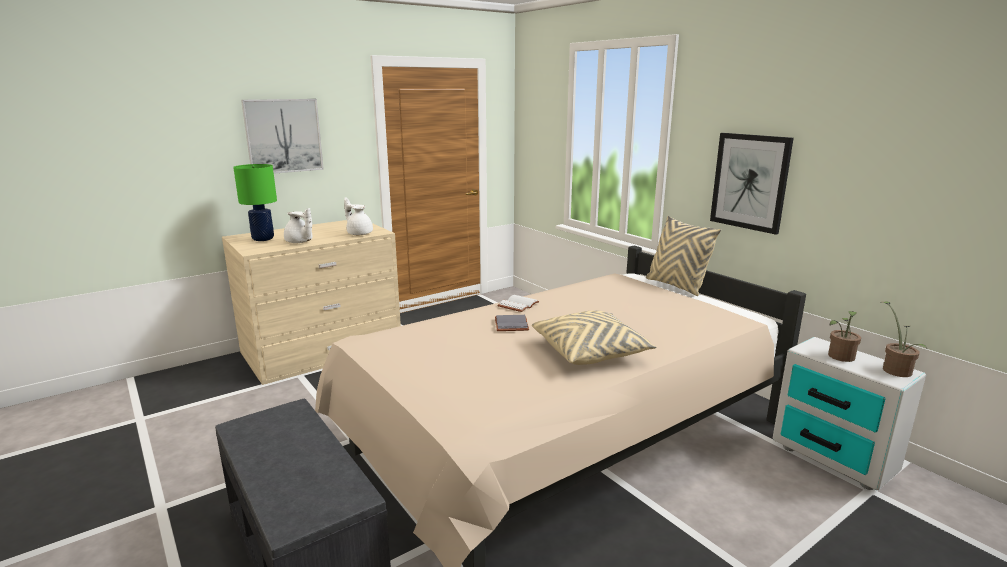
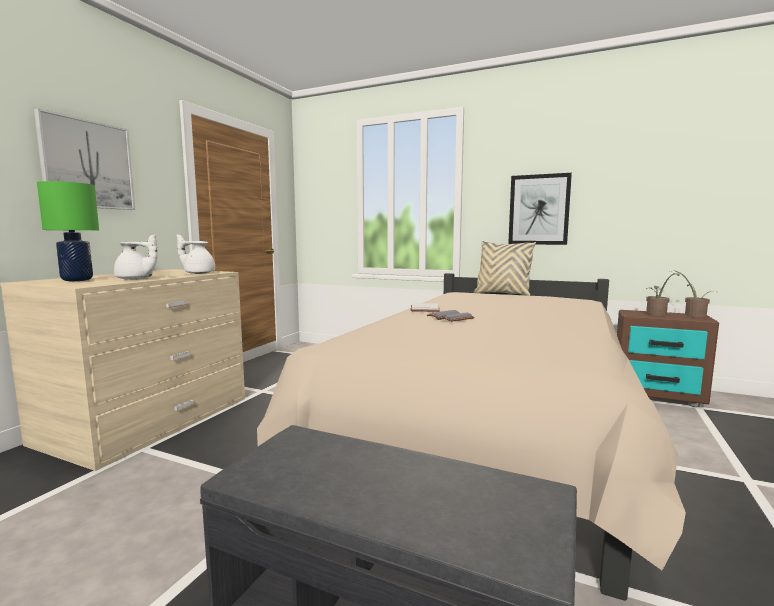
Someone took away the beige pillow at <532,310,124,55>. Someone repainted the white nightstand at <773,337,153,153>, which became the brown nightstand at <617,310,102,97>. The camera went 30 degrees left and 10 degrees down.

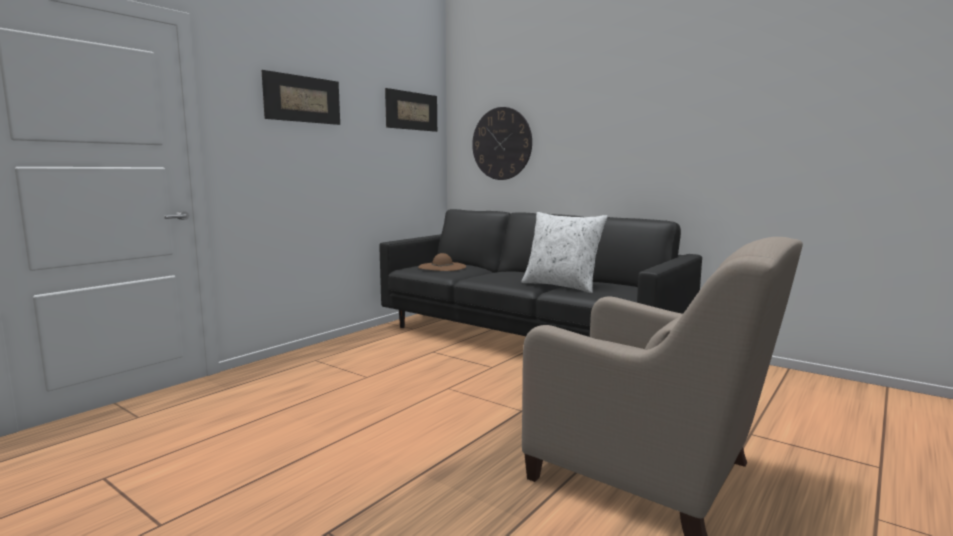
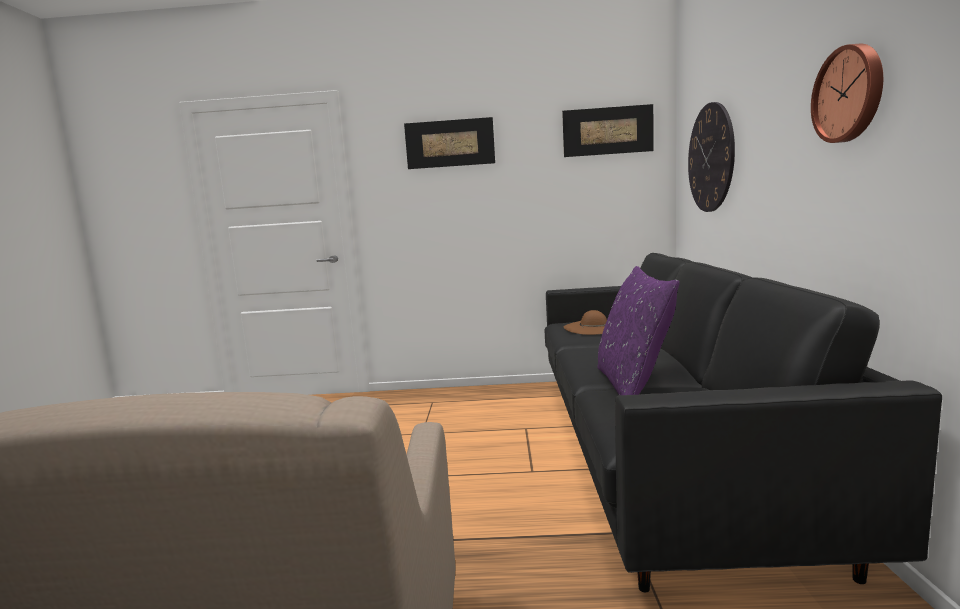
Someone repainted the white pillow at <521,212,87,81>, which became the purple pillow at <597,266,83,129>. Someone put up the wall clock at <811,44,72,99>. The camera went 55 degrees right and 0 degrees up.

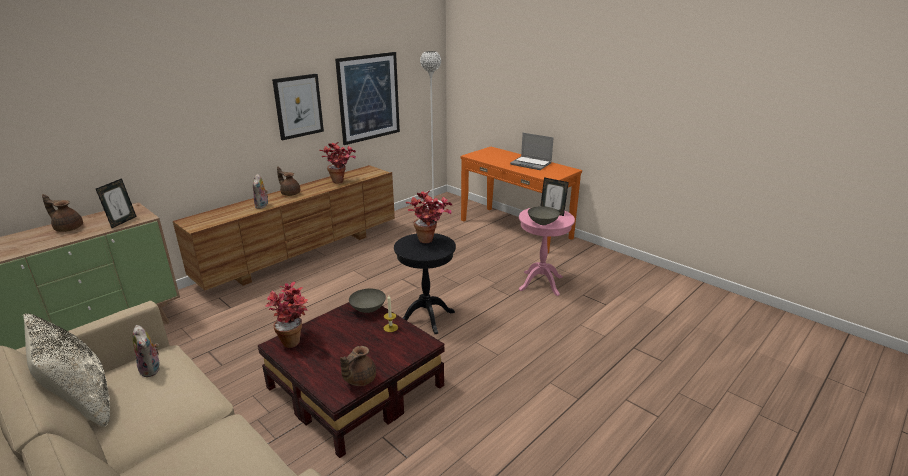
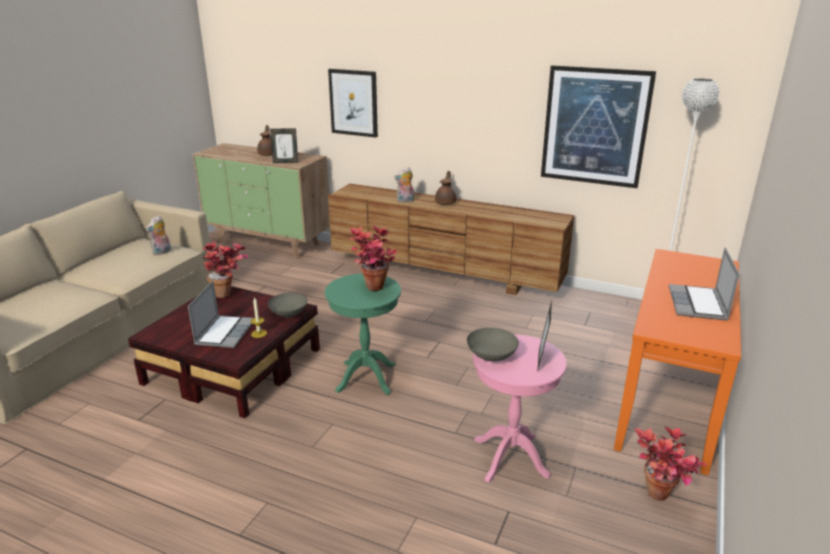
Someone took away the beige pillow at <23,313,87,114>. Someone carried the picture from <272,74,52,66> to <328,69,50,69>. Someone carried the potted plant from <319,142,37,41> to <635,427,72,74>. Someone took away the brown teapot at <340,346,36,40>. Someone repainted the black side table at <394,233,62,101>, which became the green side table at <325,274,76,121>. Someone put down the laptop at <188,281,65,67>. The camera went 70 degrees right and 0 degrees up.

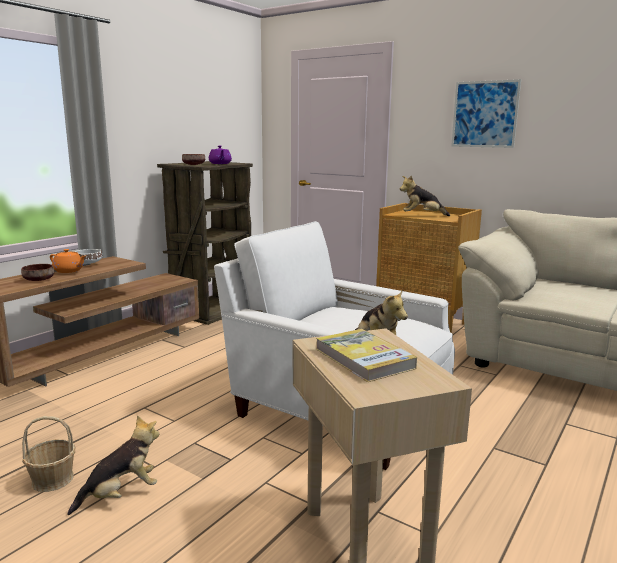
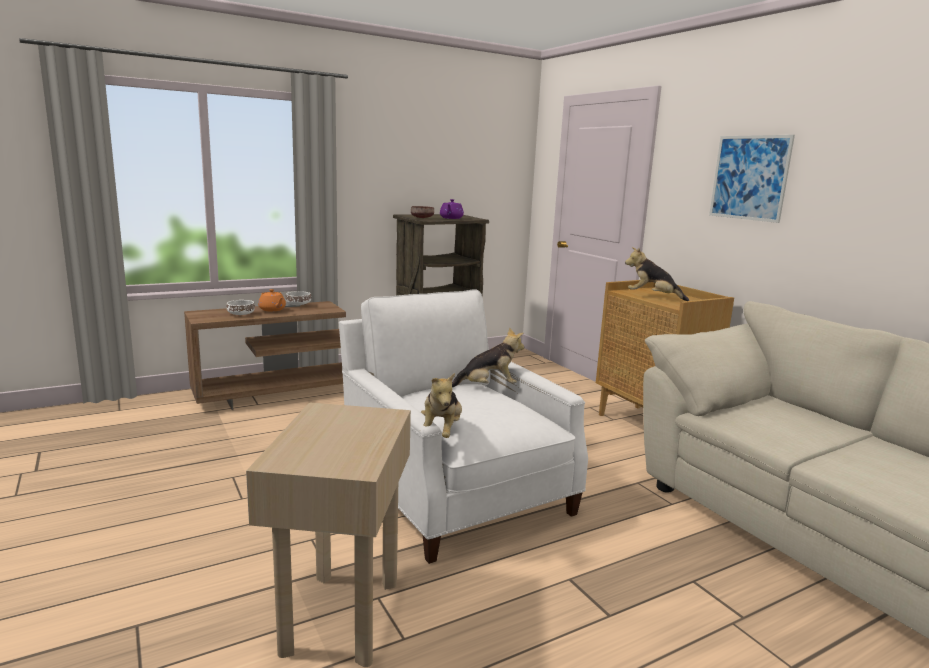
Someone repainted the brown bowl at <21,264,33,17>, which became the white bowl at <227,300,28,15>. Someone took away the basket at <22,416,53,76>. Someone carried the plush toy from <67,415,92,100> to <452,327,72,60>. Someone took away the book at <316,329,101,53>. The camera went 25 degrees right and 0 degrees up.

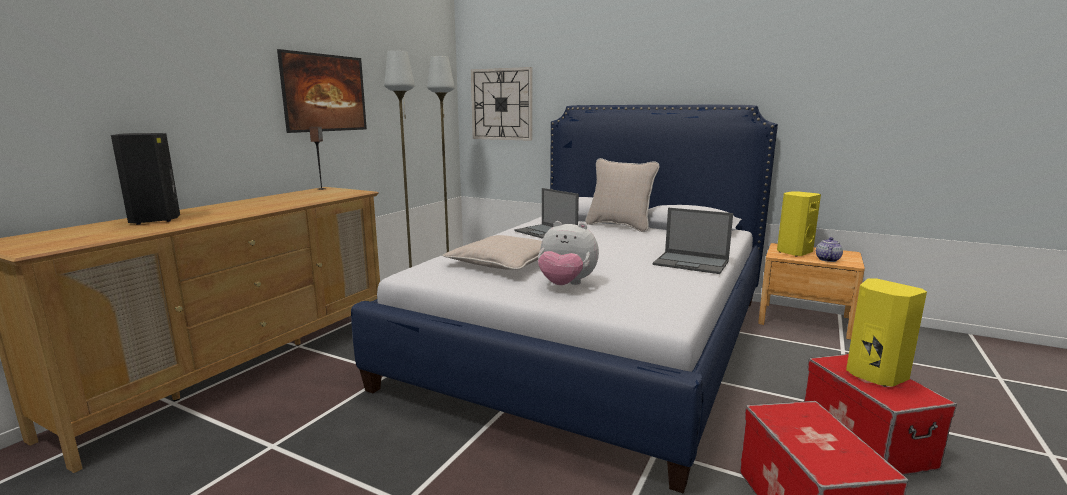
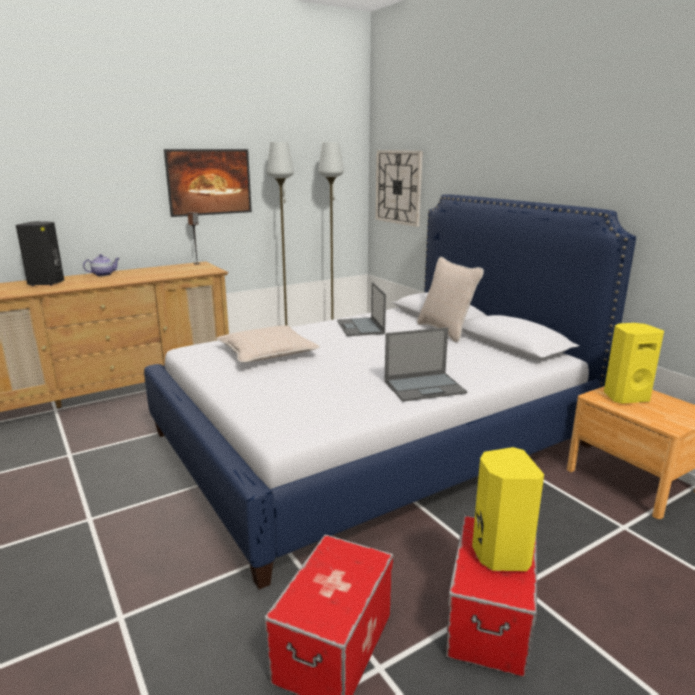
Someone took away the plush toy at <538,221,61,64>. Someone rotated the laptop at <653,208,80,66> by 75 degrees counterclockwise. Someone carried the teapot from <816,237,27,25> to <83,254,37,22>. The camera went 30 degrees right and 5 degrees up.

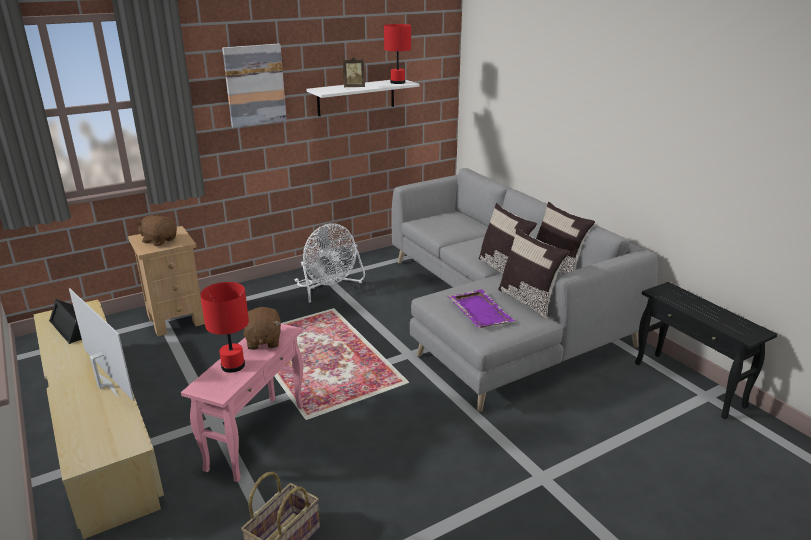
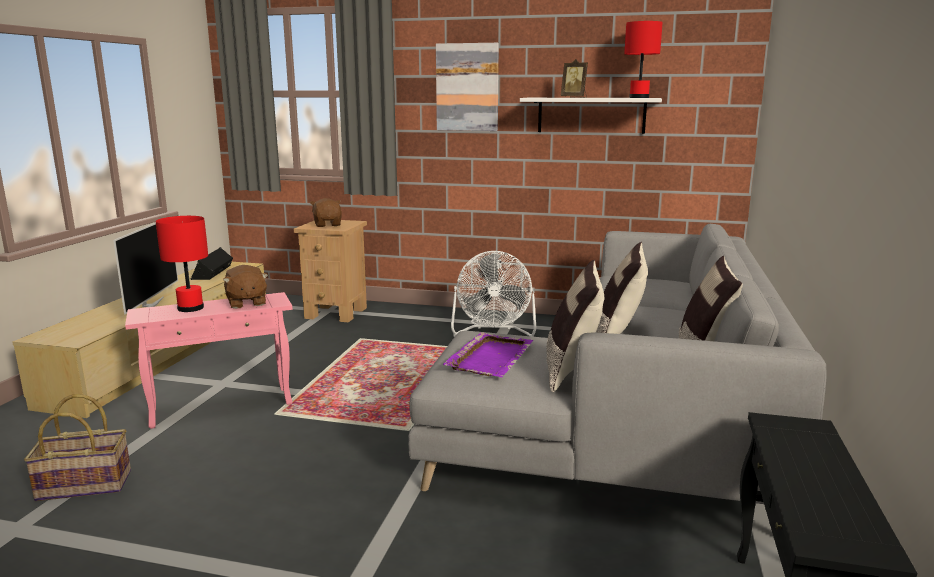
Someone rotated the brown plush toy at <243,307,38,43> by 60 degrees counterclockwise. The camera went 45 degrees right and 10 degrees down.

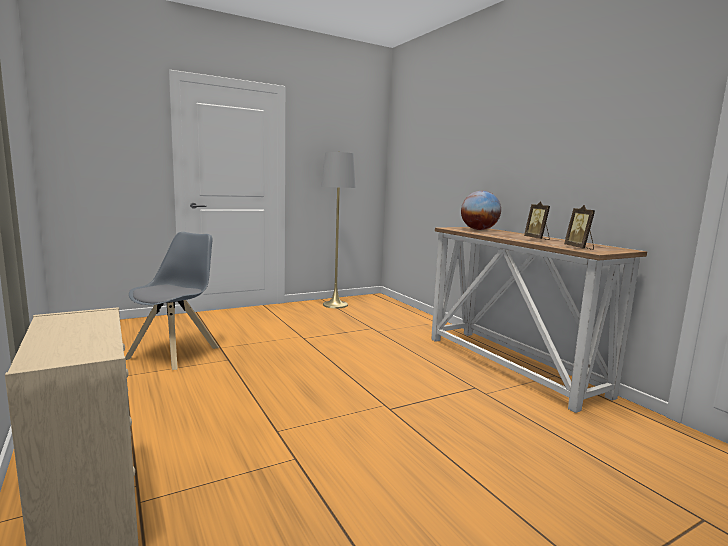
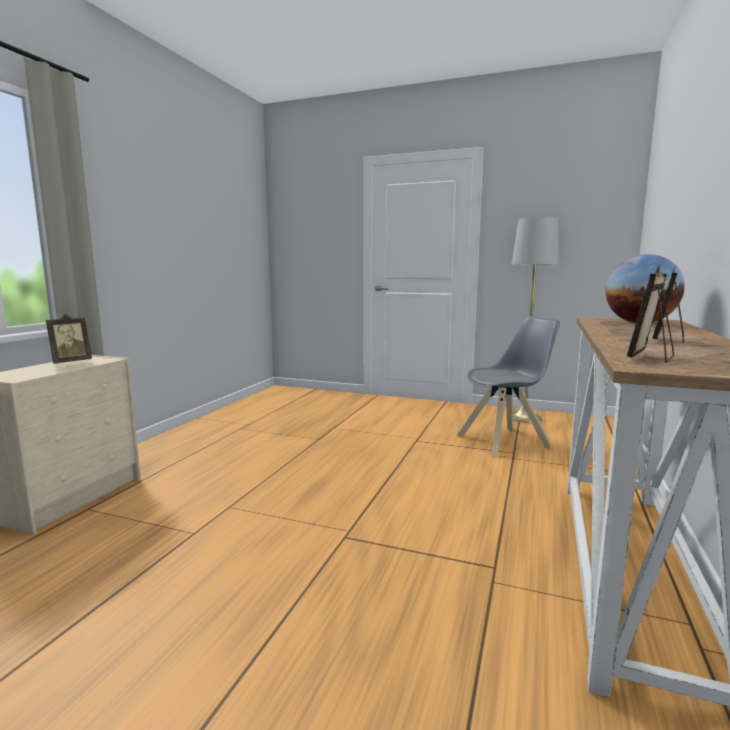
Someone carried the grey chair from <125,232,94,138> to <457,316,103,141>. Someone put down the picture frame at <46,314,46,50>. The camera went 50 degrees right and 0 degrees up.

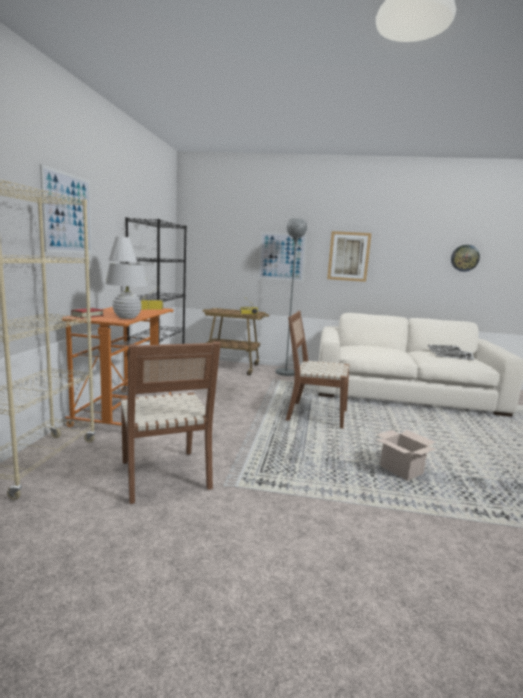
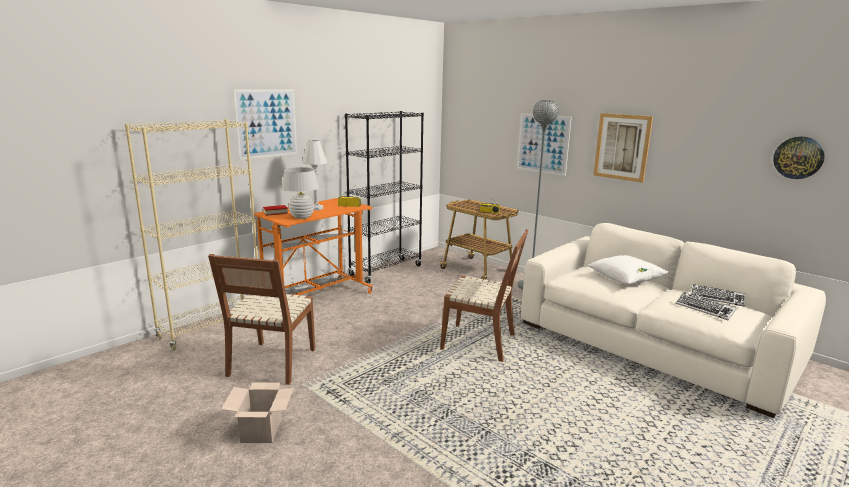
Someone rotated the chair at <286,311,63,118> by 150 degrees clockwise. Someone carried the cardboard box from <377,430,58,51> to <221,382,73,61>. Someone put down the white pillow at <588,255,82,30>. The camera went 35 degrees right and 5 degrees up.

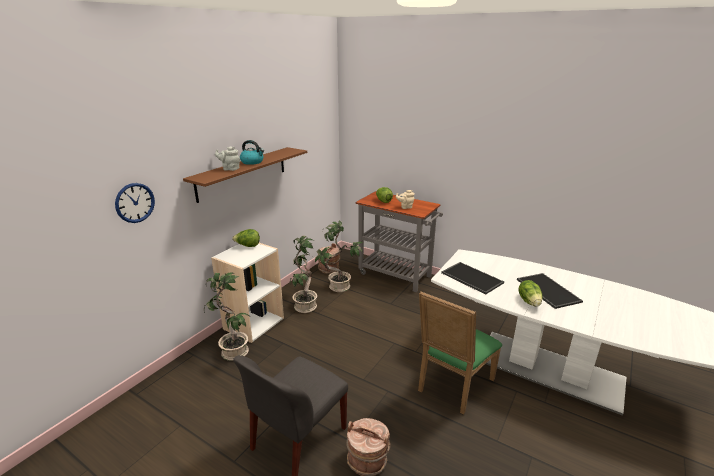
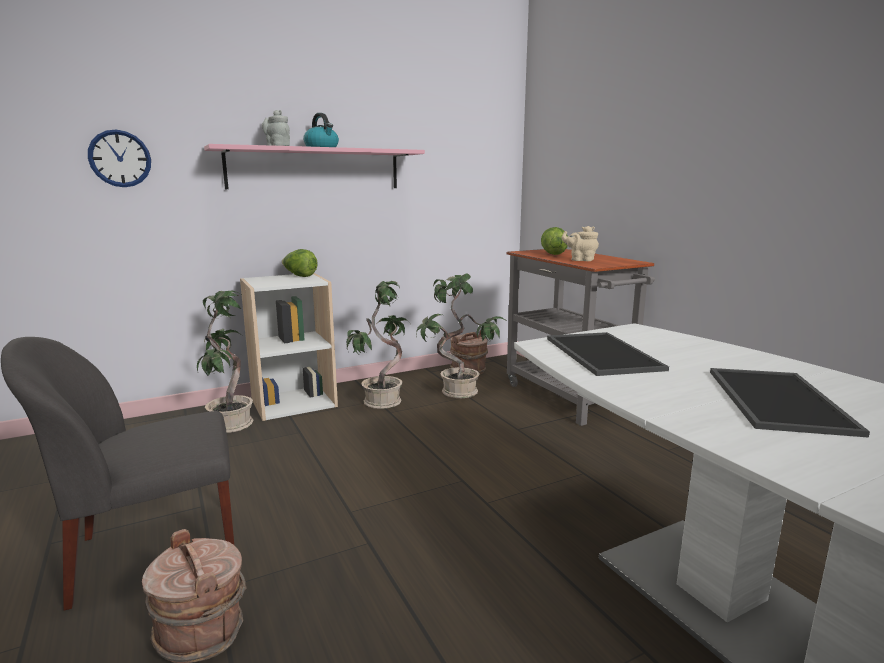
Someone repainted the brown shelf at <183,147,124,56>, which became the pink shelf at <204,144,221,45>. Someone took away the green chair at <418,291,84,124>. Someone took away the lettuce at <519,280,23,27>. The camera went 30 degrees right and 10 degrees down.

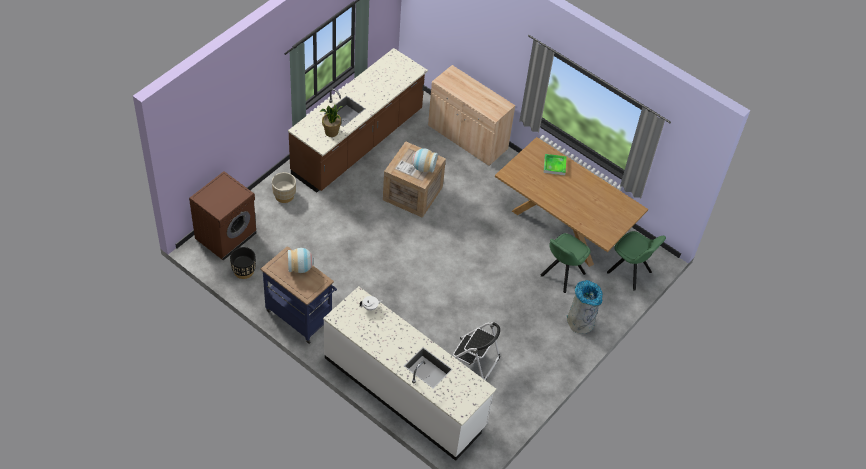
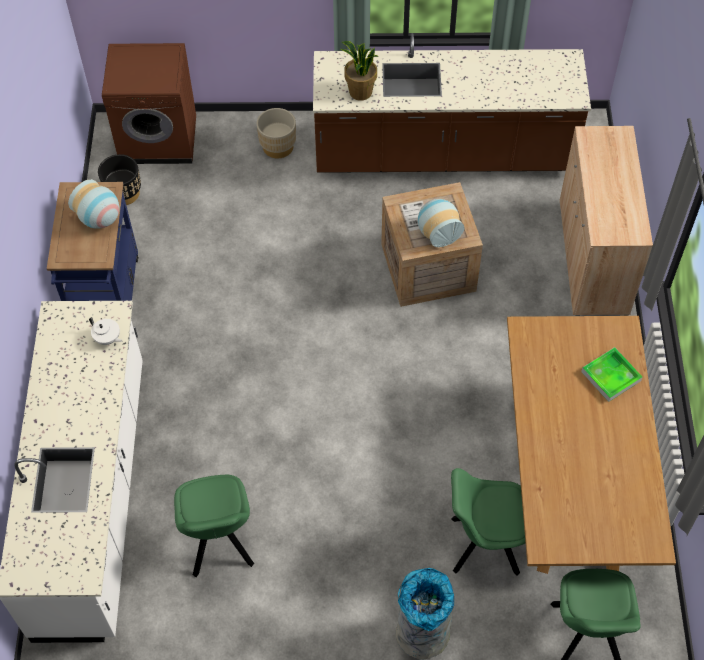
Someone swapped the step ladder at <453,322,47,59> for the green chair at <174,475,80,102>. The camera went 55 degrees right and 5 degrees up.

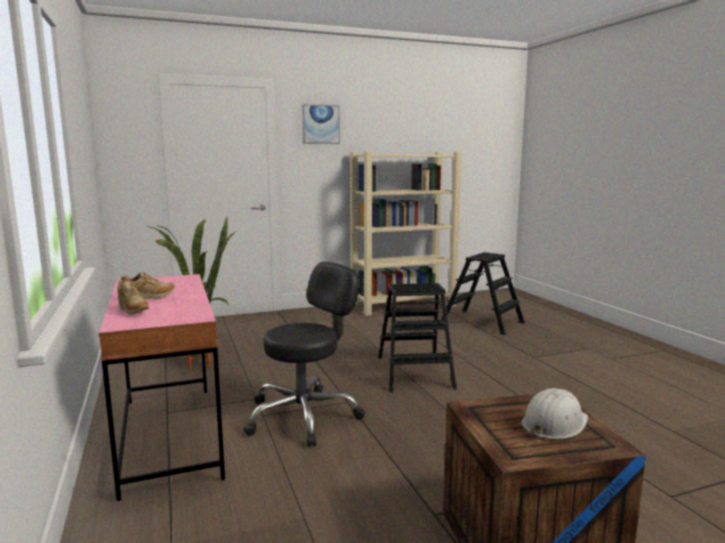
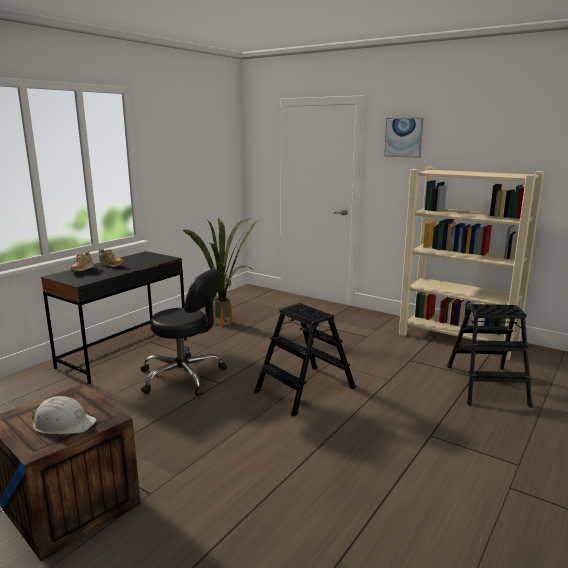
Someone repainted the pink desk at <99,274,126,227>, which became the black desk at <41,251,146,133>. The camera went 55 degrees right and 5 degrees up.

